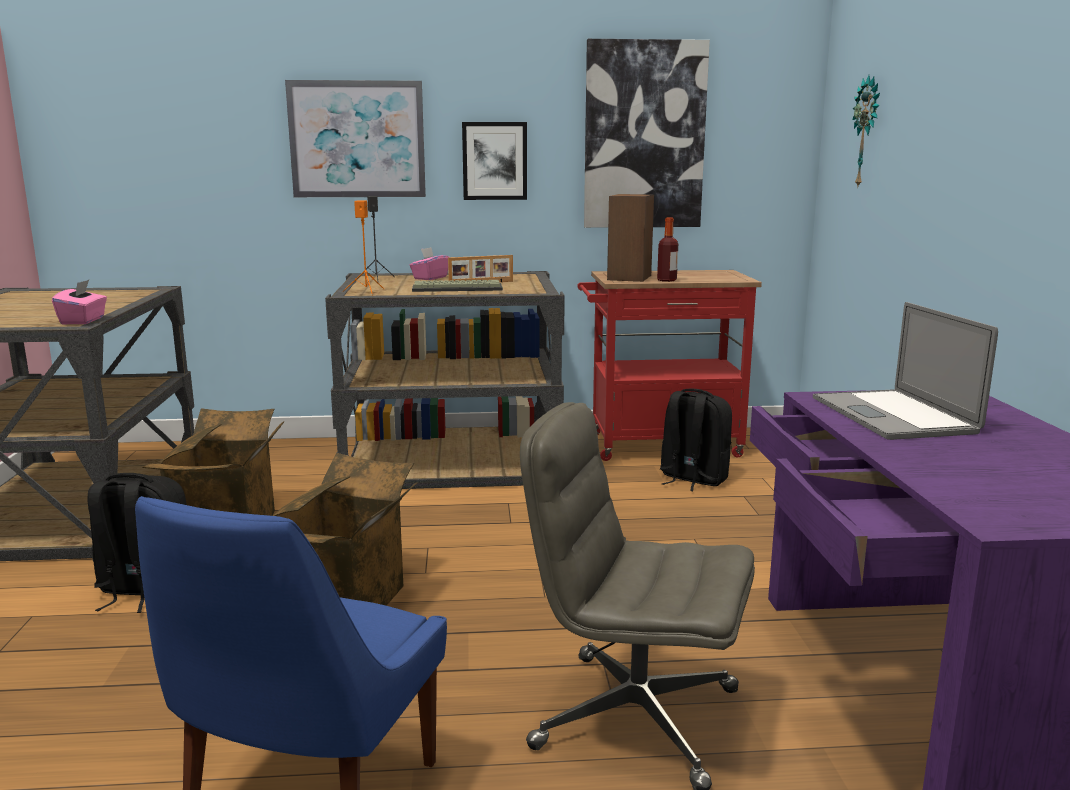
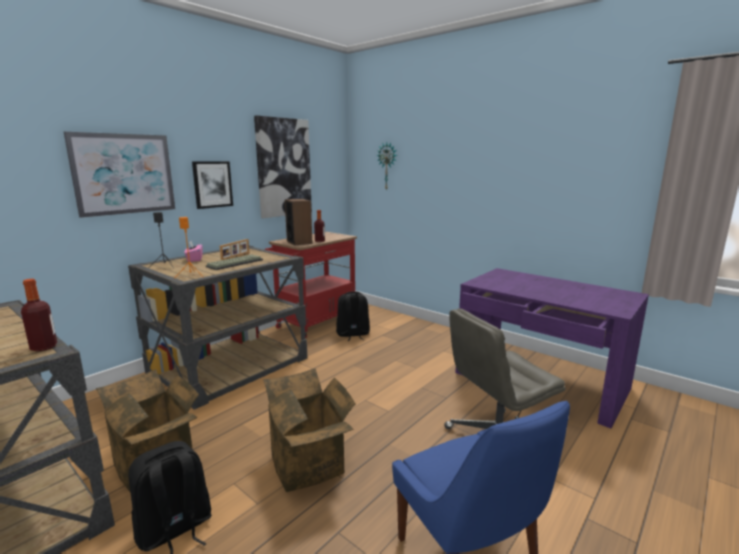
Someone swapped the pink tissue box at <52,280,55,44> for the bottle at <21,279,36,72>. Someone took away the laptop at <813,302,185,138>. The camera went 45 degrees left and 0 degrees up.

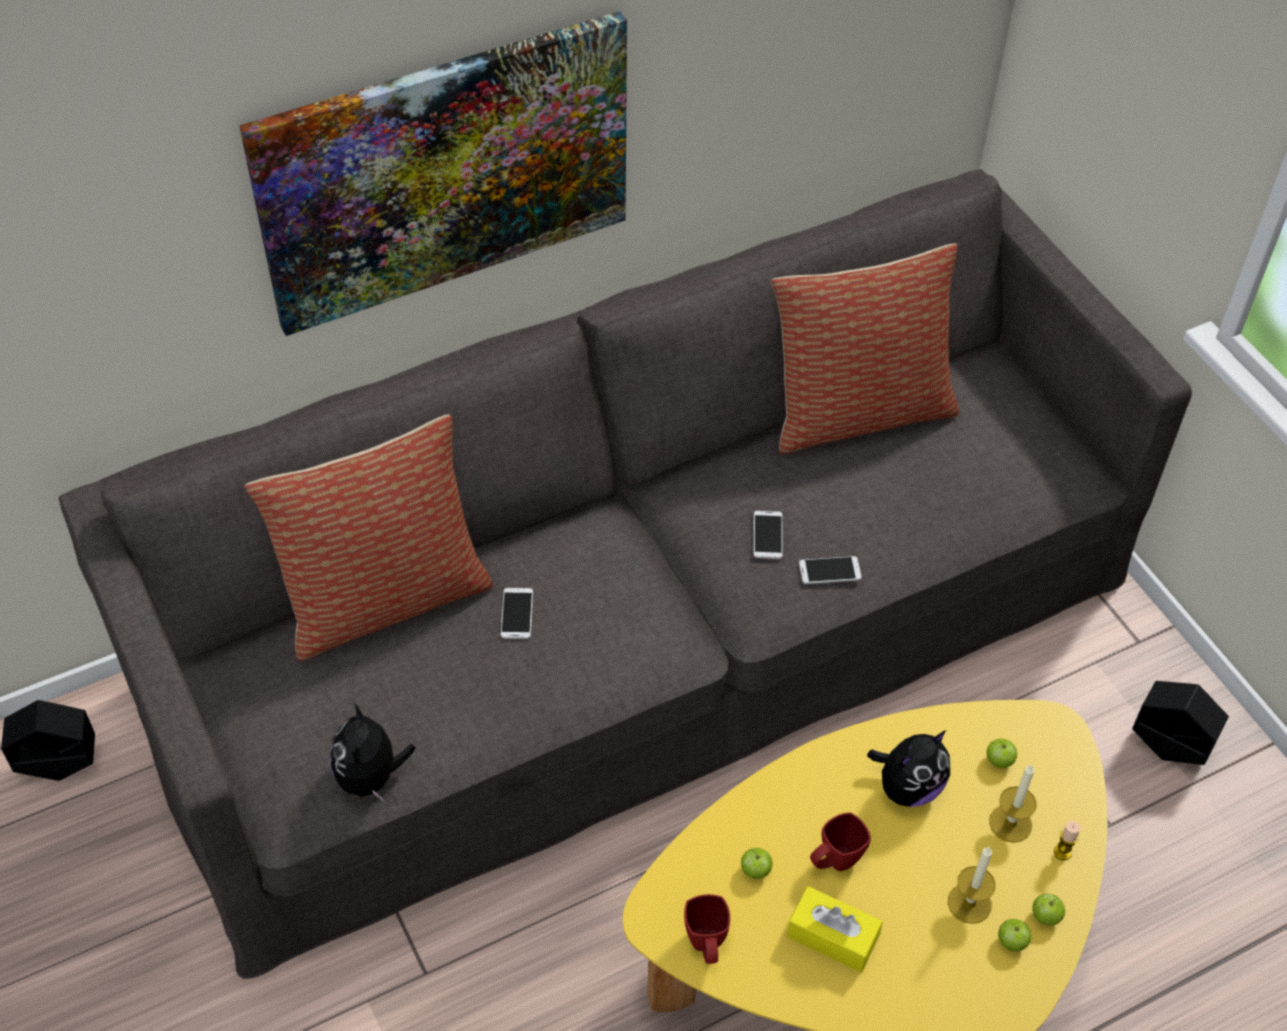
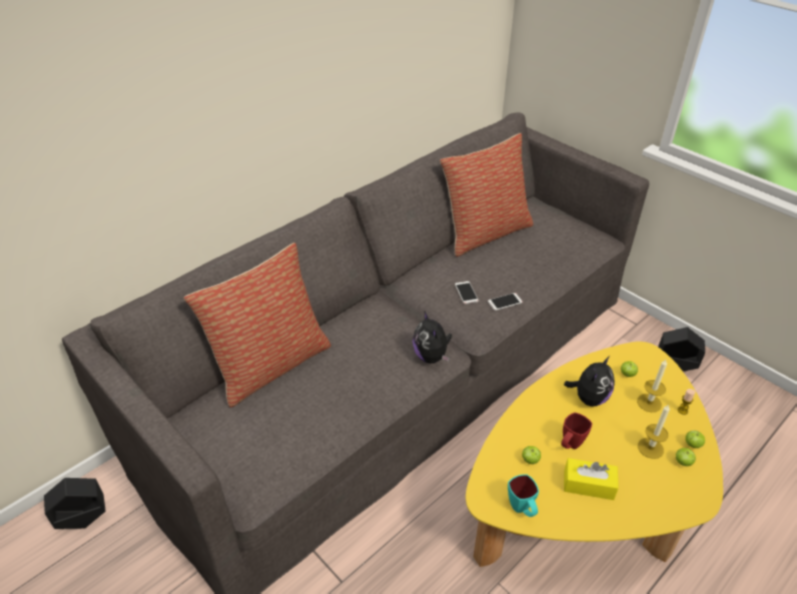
Someone took away the picture at <239,11,388,325>. Someone carried the plush toy from <330,703,86,99> to <412,311,40,52>. Someone took away the phone at <501,588,32,51>. Someone repainted the red mug at <684,894,46,70>, which became the turquoise mug at <508,474,31,43>. The camera went 15 degrees left and 10 degrees down.

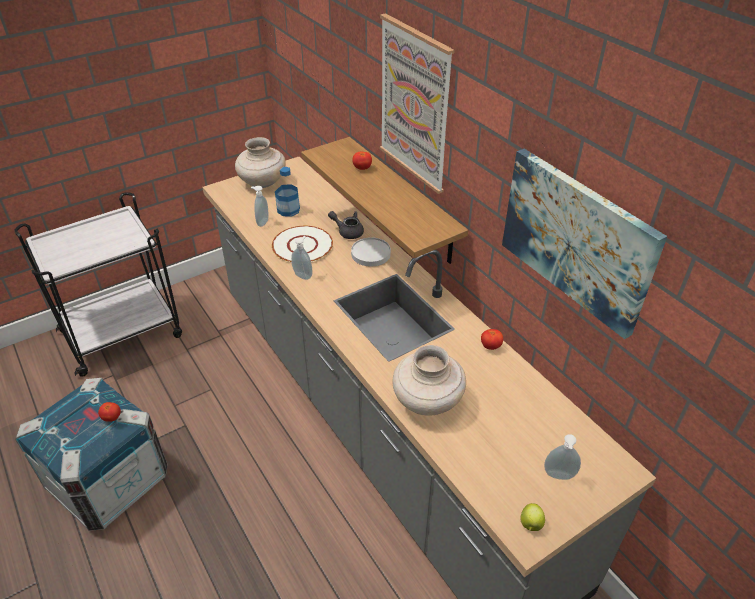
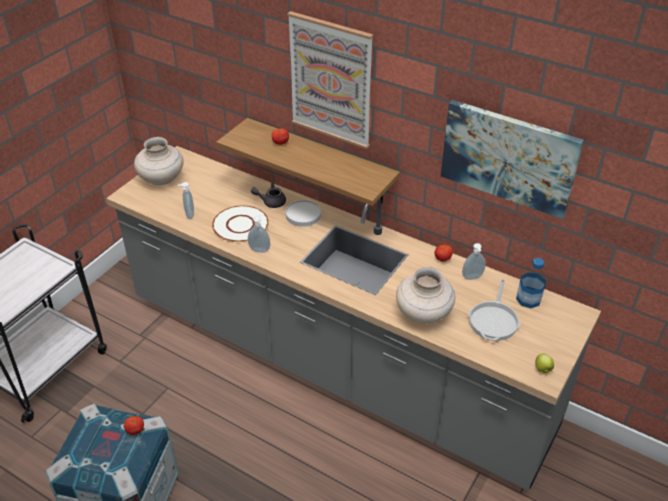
Someone carried the bottle from <275,167,25,50> to <516,258,30,50>. Someone carried the soap dispenser from <544,434,37,46> to <462,243,24,37>. Someone put down the frying pan at <468,279,53,62>. The camera went 25 degrees left and 0 degrees up.

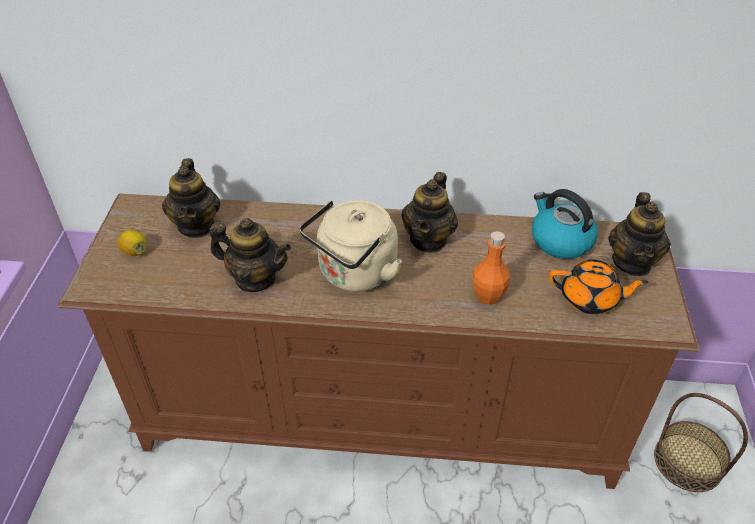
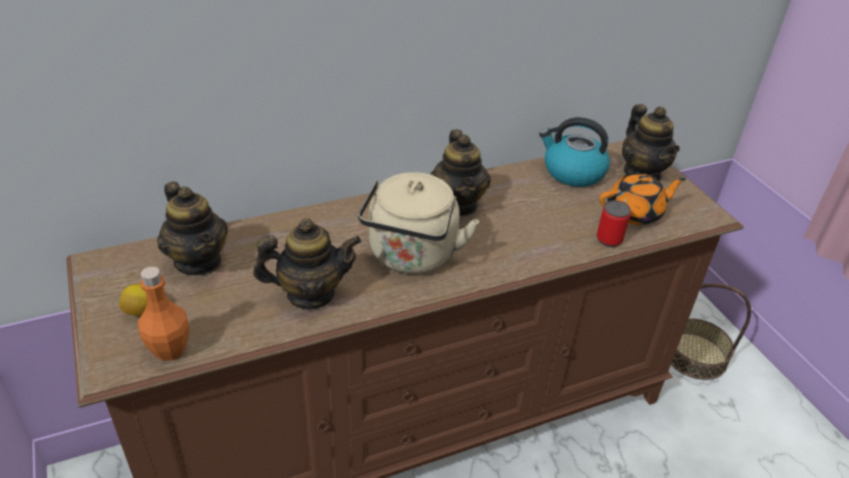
Someone carried the orange bottle from <473,231,37,74> to <138,267,51,94>. Someone put down the can at <597,200,34,47>. The camera went 30 degrees left and 5 degrees down.

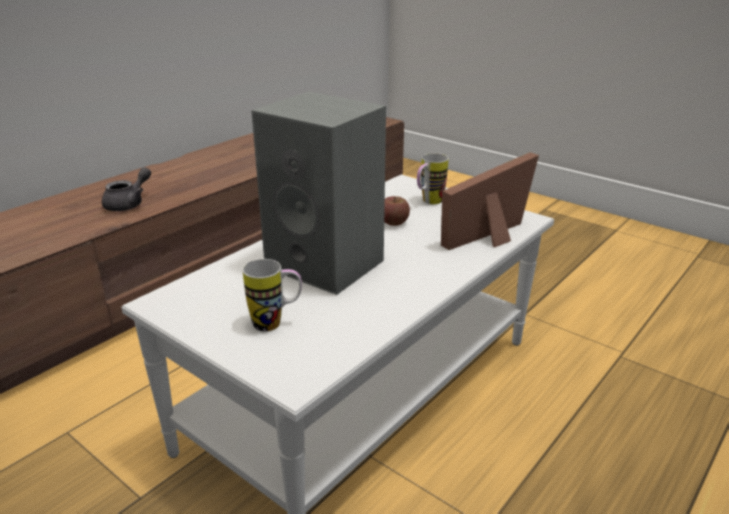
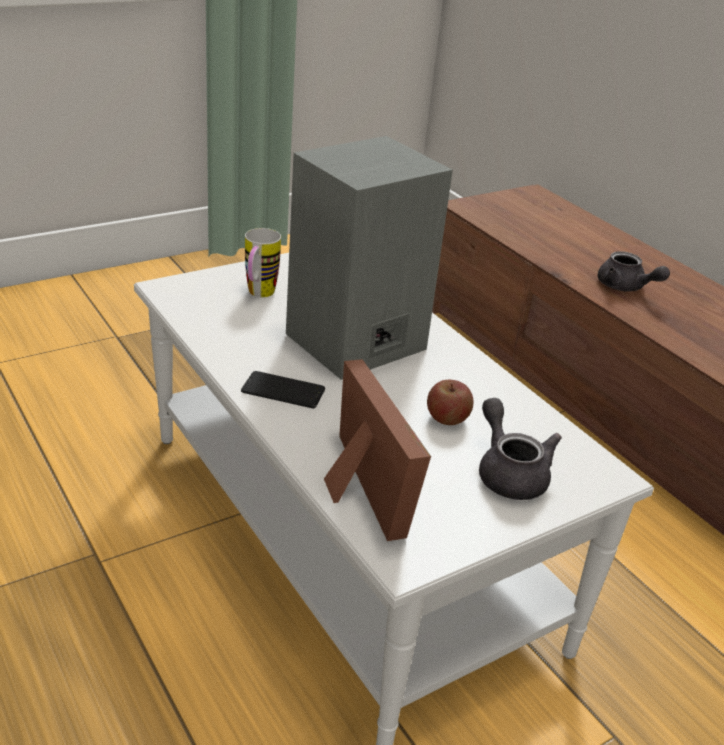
Someone swapped the mug at <417,153,31,51> for the grey teapot at <479,398,83,102>. Someone put down the phone at <241,371,84,37>. The camera went 105 degrees right and 5 degrees up.

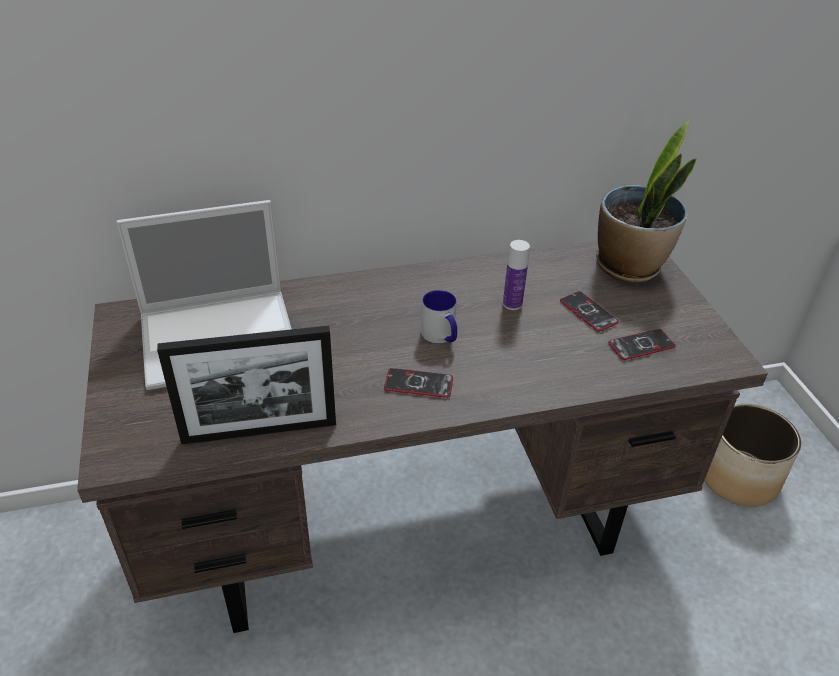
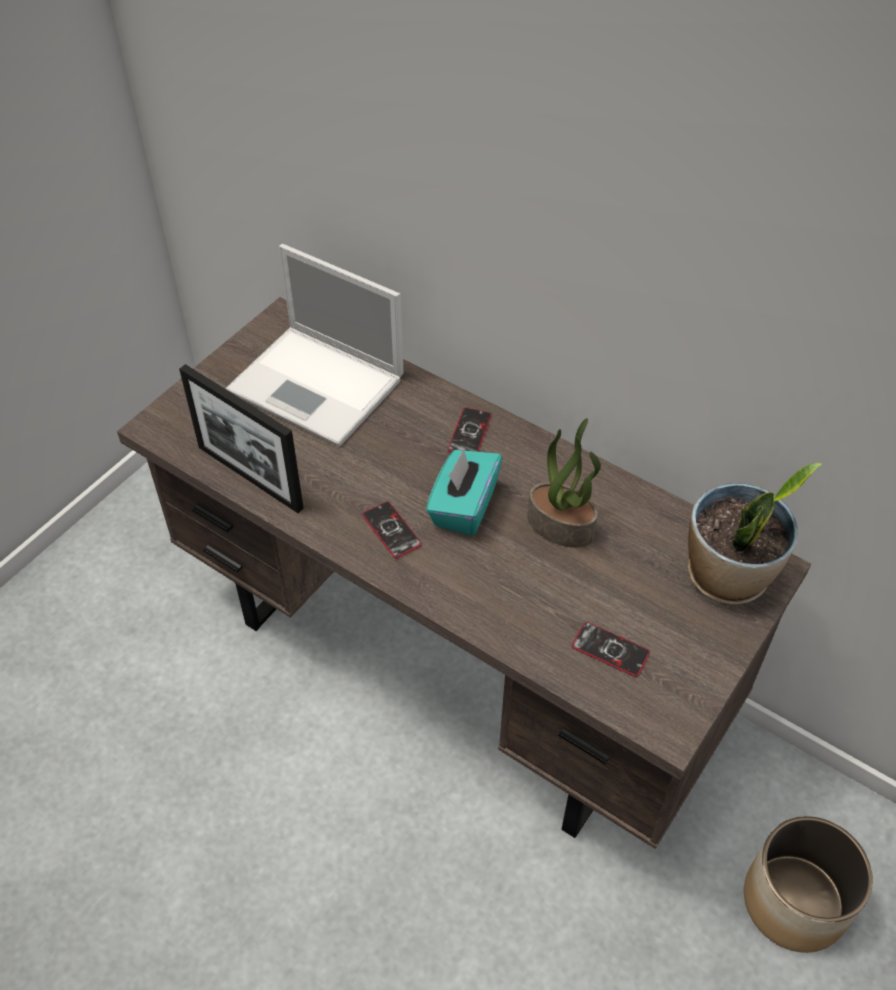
Someone swapped the mug at <421,290,36,53> for the turquoise tissue box at <426,449,76,87>. Someone swapped the bottle at <503,240,27,70> for the potted plant at <527,418,74,130>. Someone carried the phone from <560,291,59,41> to <448,407,44,46>. The camera went 50 degrees right and 10 degrees up.

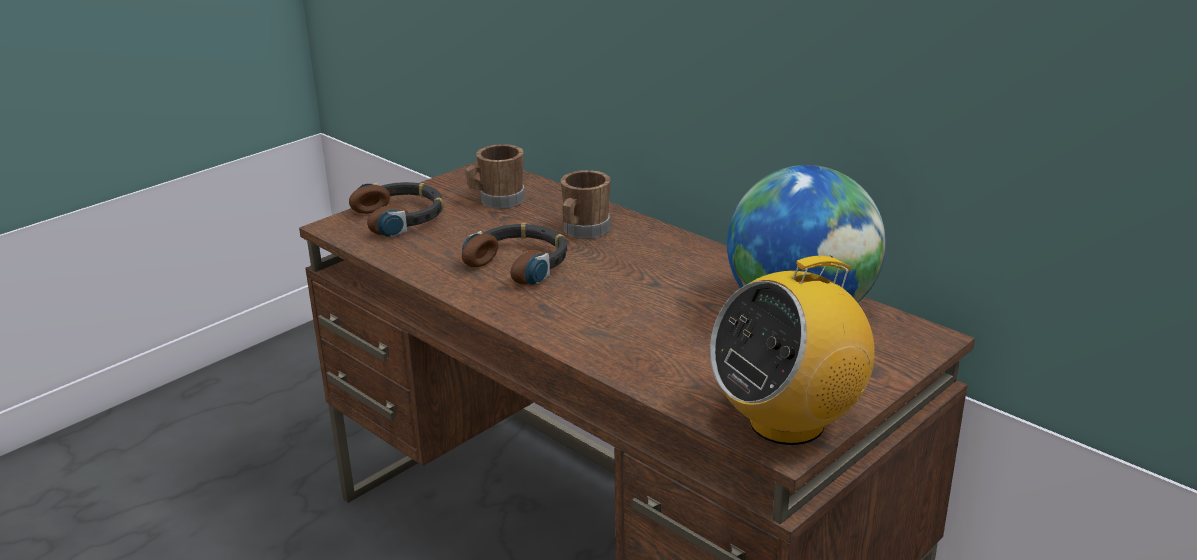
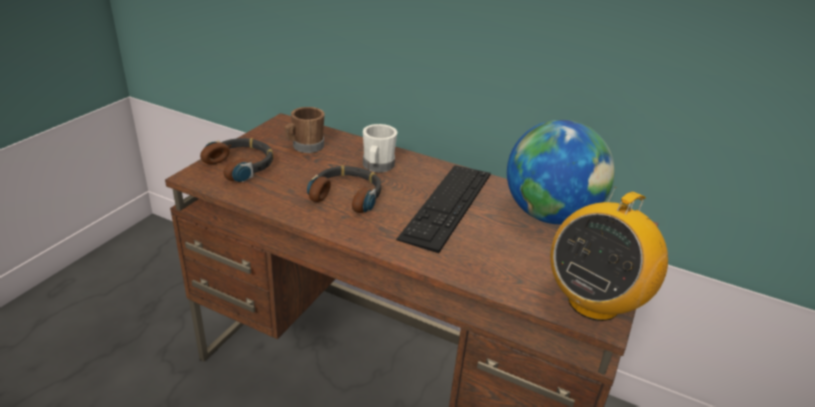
Someone repainted the brown mug at <561,170,49,69>, which became the white mug at <363,124,34,48>. Someone put down the keyboard at <396,165,95,88>. The camera went 20 degrees left and 5 degrees up.

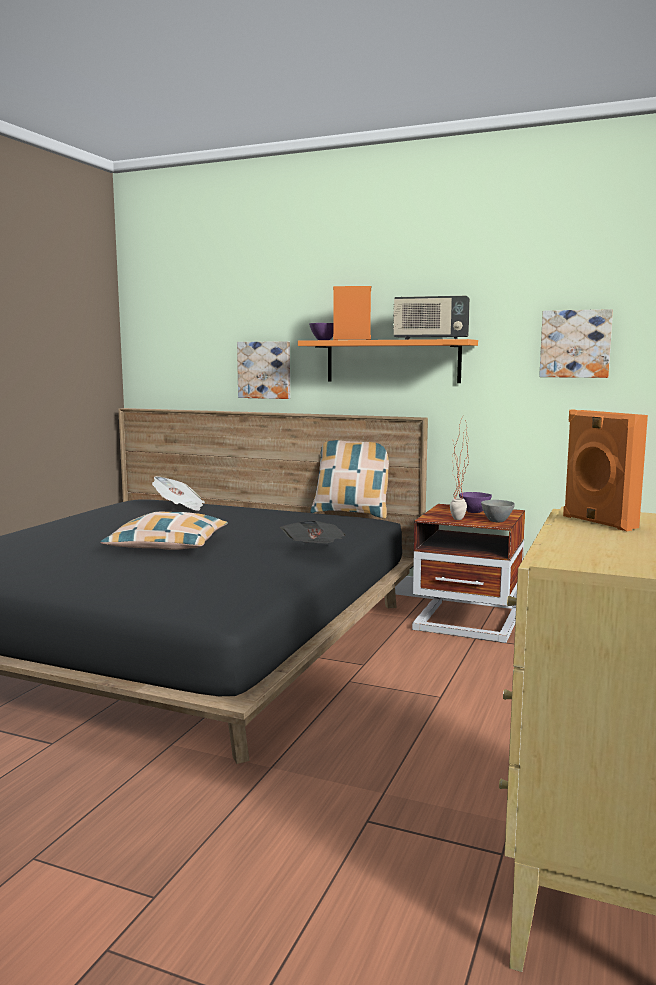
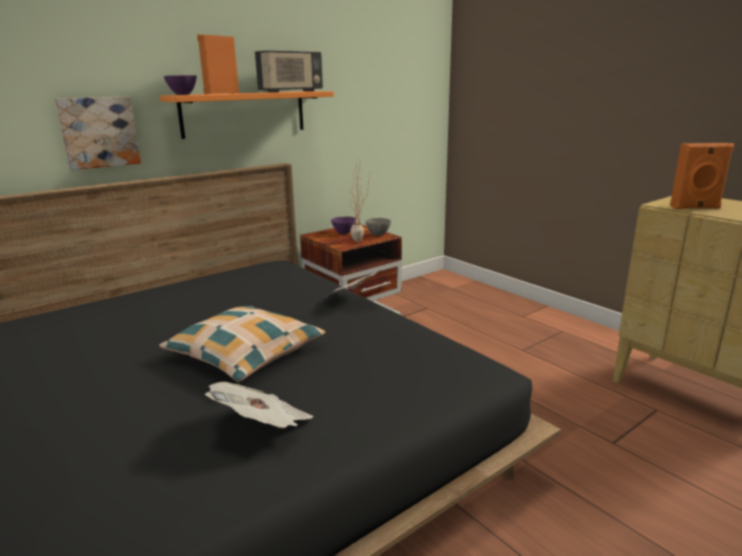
Someone carried the newspaper from <152,476,53,35> to <205,382,108,46>. Someone took away the pillow at <310,440,79,79>. Someone took away the picture at <539,309,74,69>. The camera went 60 degrees left and 10 degrees up.

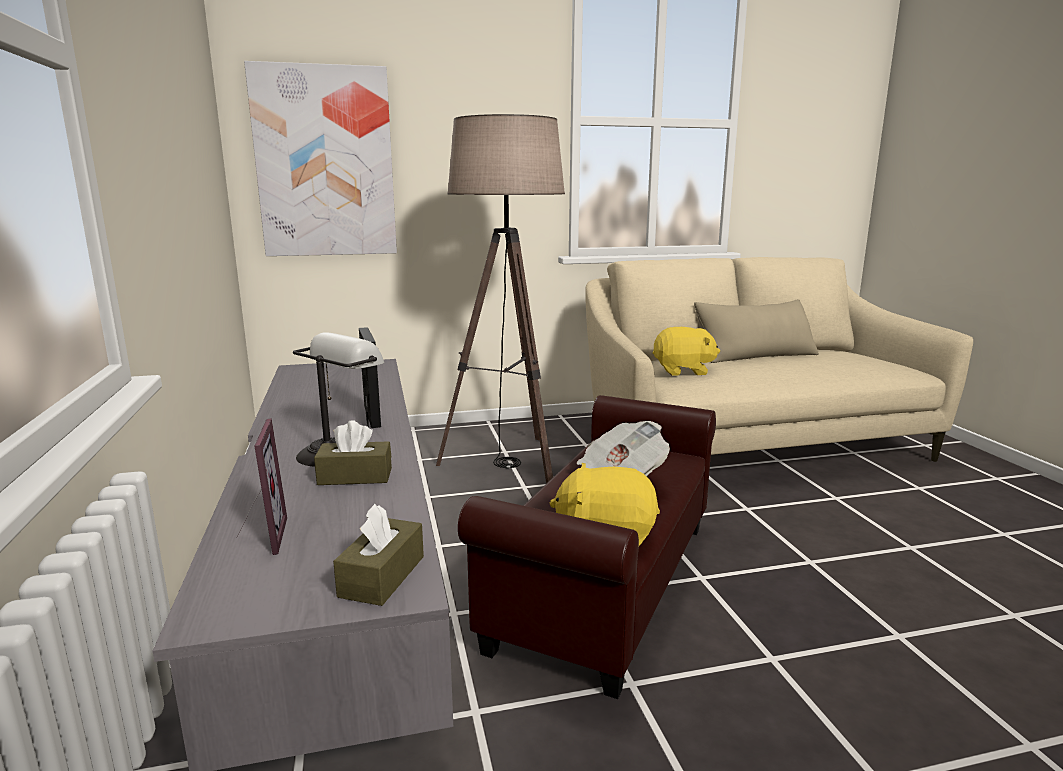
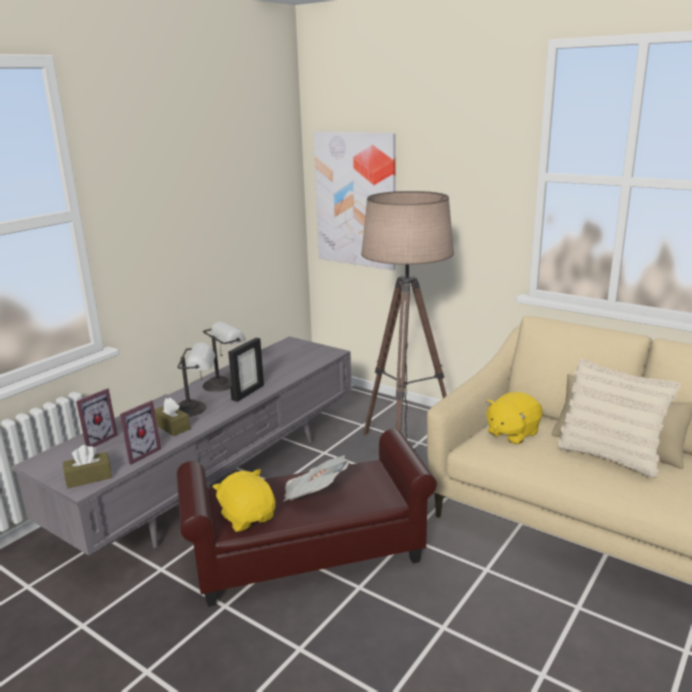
Someone rotated the yellow plush toy at <653,327,67,49> by 90 degrees clockwise. Someone put down the picture frame at <120,400,41,65>. Someone put down the table lamp at <202,321,44,71>. Someone put down the beige pillow at <558,359,123,118>. The camera went 50 degrees right and 5 degrees up.

